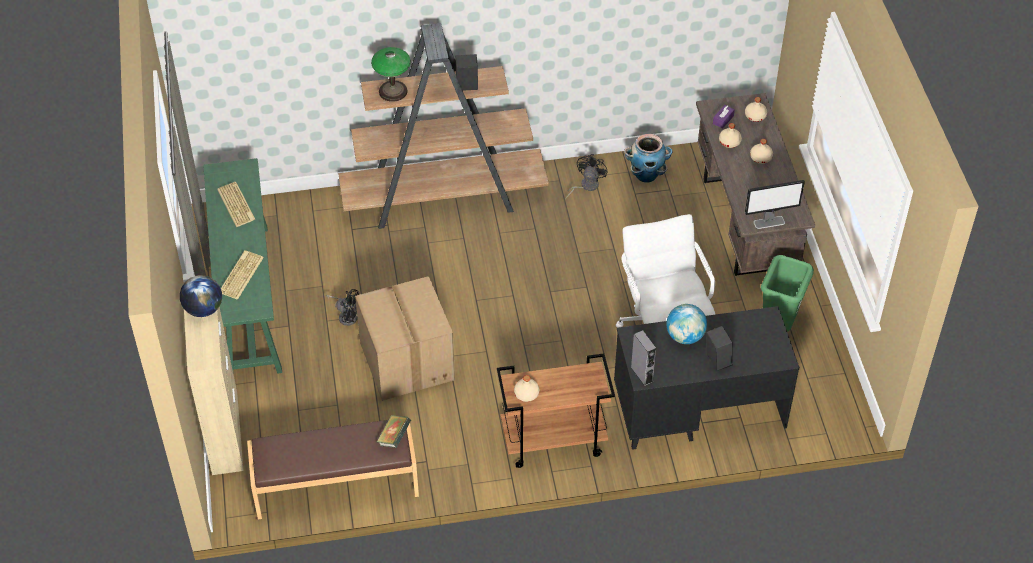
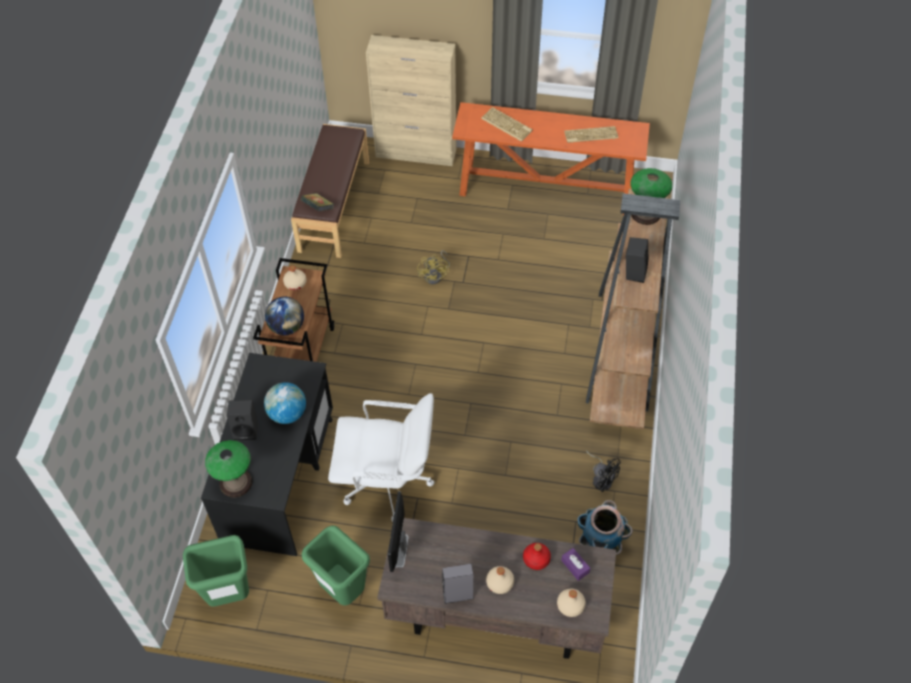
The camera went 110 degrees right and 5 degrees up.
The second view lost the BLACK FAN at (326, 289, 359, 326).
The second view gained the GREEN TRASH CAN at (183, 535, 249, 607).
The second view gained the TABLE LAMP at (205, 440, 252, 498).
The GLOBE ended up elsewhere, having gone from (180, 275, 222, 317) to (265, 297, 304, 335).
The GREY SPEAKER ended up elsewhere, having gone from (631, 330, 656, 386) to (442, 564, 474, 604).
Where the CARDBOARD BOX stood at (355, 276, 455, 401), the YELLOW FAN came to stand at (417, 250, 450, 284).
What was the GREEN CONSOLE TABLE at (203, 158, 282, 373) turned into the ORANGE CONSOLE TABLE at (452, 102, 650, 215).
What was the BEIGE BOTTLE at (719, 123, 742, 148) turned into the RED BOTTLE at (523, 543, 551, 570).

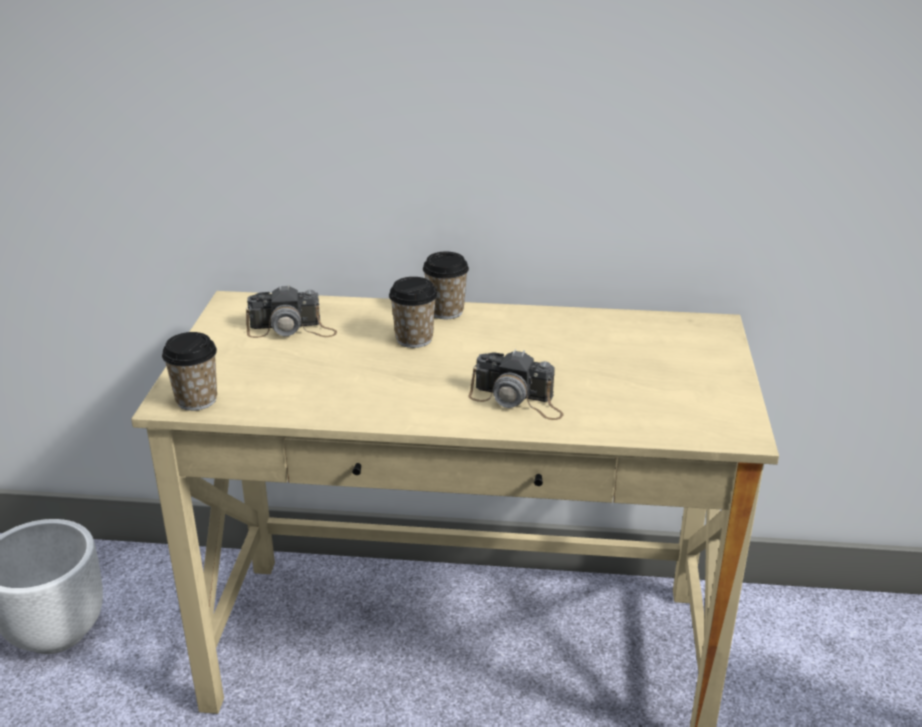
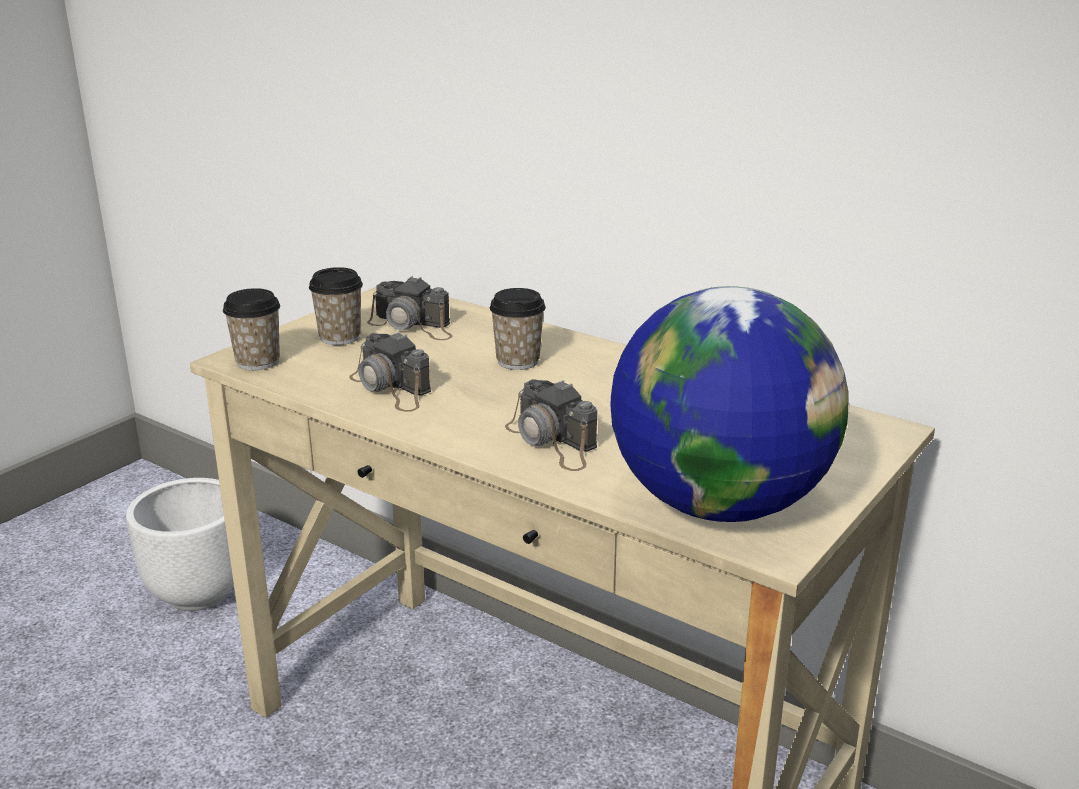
The camera went 30 degrees right and 5 degrees down.
The second view gained the PHOTO CAMERA at (349, 332, 431, 412).
The second view gained the GLOBE at (610, 286, 849, 522).
The CUP ended up elsewhere, having gone from (423, 252, 469, 319) to (309, 267, 363, 345).

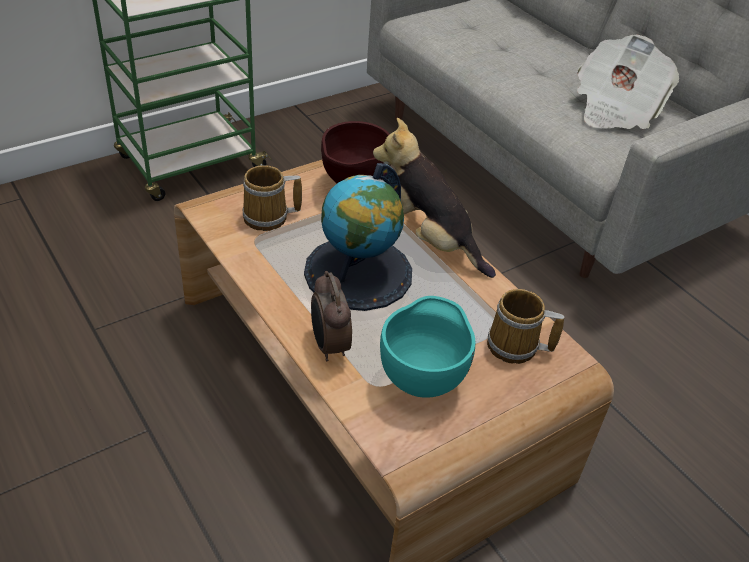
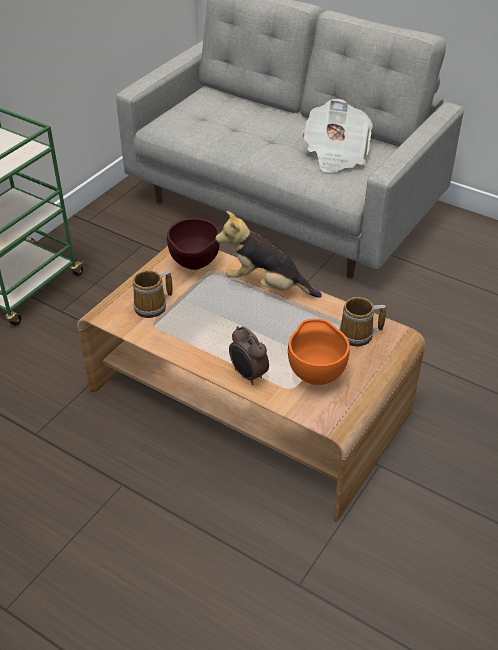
The camera went 20 degrees left and 0 degrees up.
The second view lost the GLOBE at (304, 163, 412, 311).
What was the TURQUOISE BOWL at (380, 296, 475, 398) turned into the ORANGE BOWL at (288, 319, 350, 385).

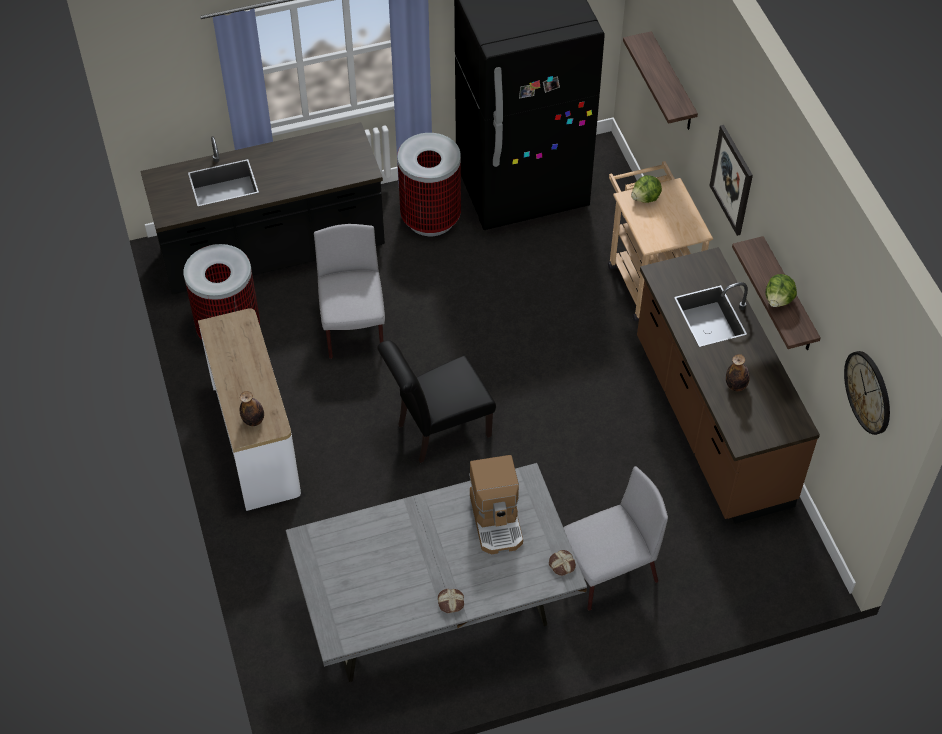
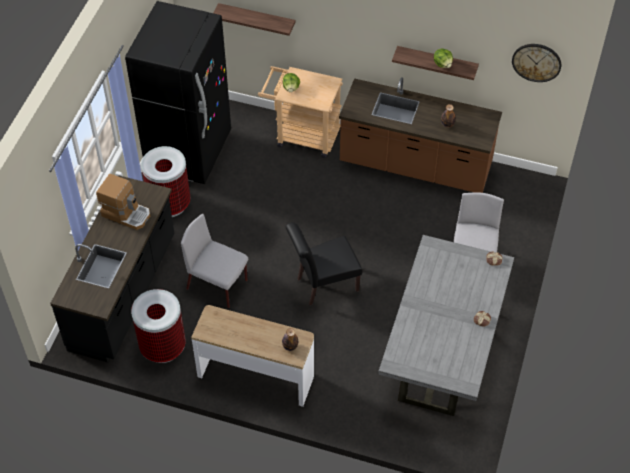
The camera went 55 degrees left and 0 degrees up.
The second view lost the PICTURE at (709, 125, 753, 236).
The COFFEE MACHINE ended up elsewhere, having gone from (469, 455, 523, 554) to (96, 174, 150, 230).
The BLACK CHAIR at (377, 340, 496, 463) ended up facing another way, 60 degrees clockwise from before.

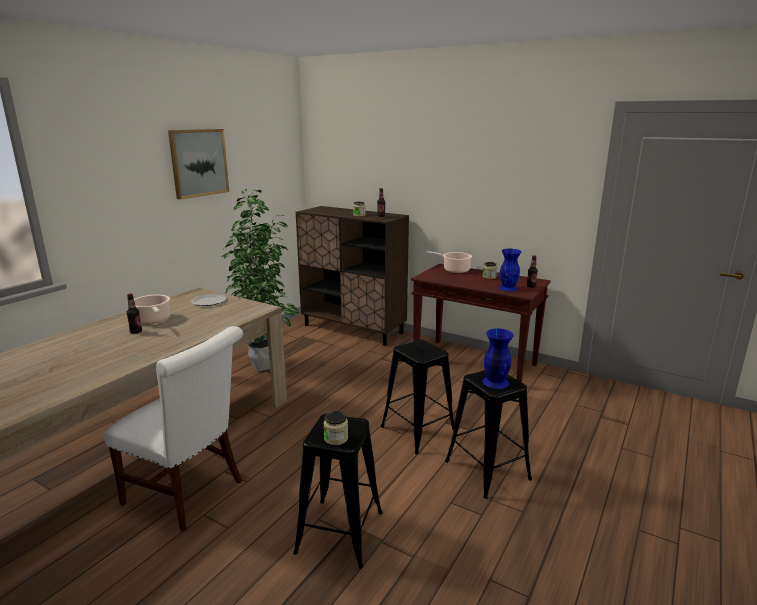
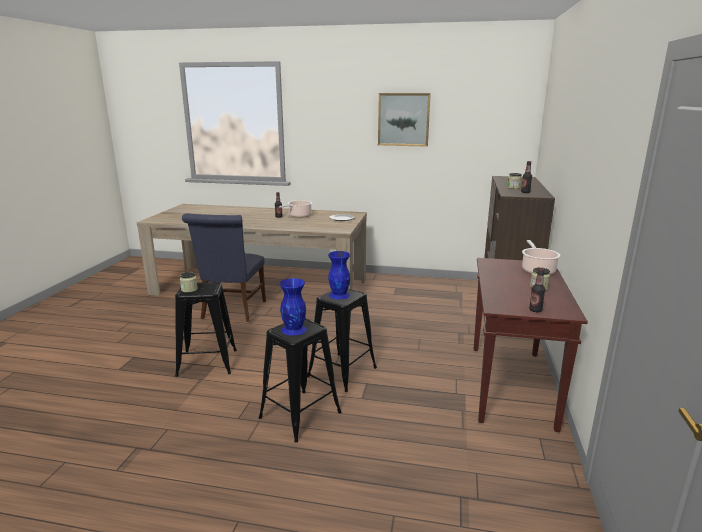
The camera went 70 degrees right and 0 degrees up.
The second view lost the POTTED PLANT at (222, 188, 299, 371).
The BLUE VASE ended up elsewhere, having gone from (499, 249, 521, 291) to (328, 251, 350, 300).
What was the WHITE CHAIR at (104, 326, 243, 532) turned into the BLUE CHAIR at (182, 213, 266, 322).

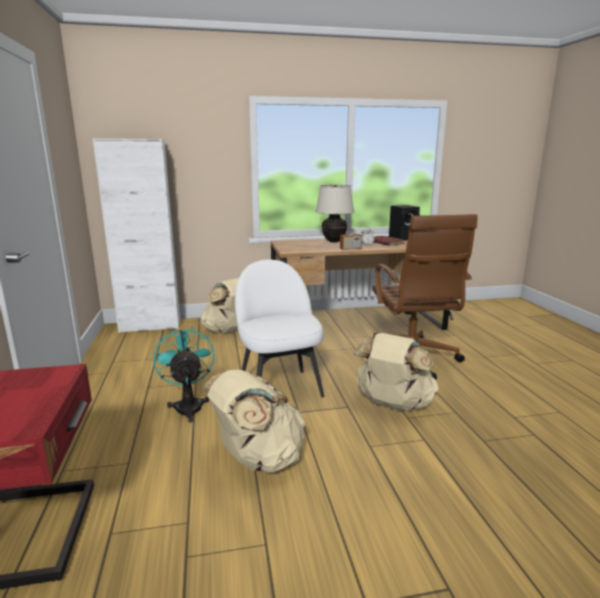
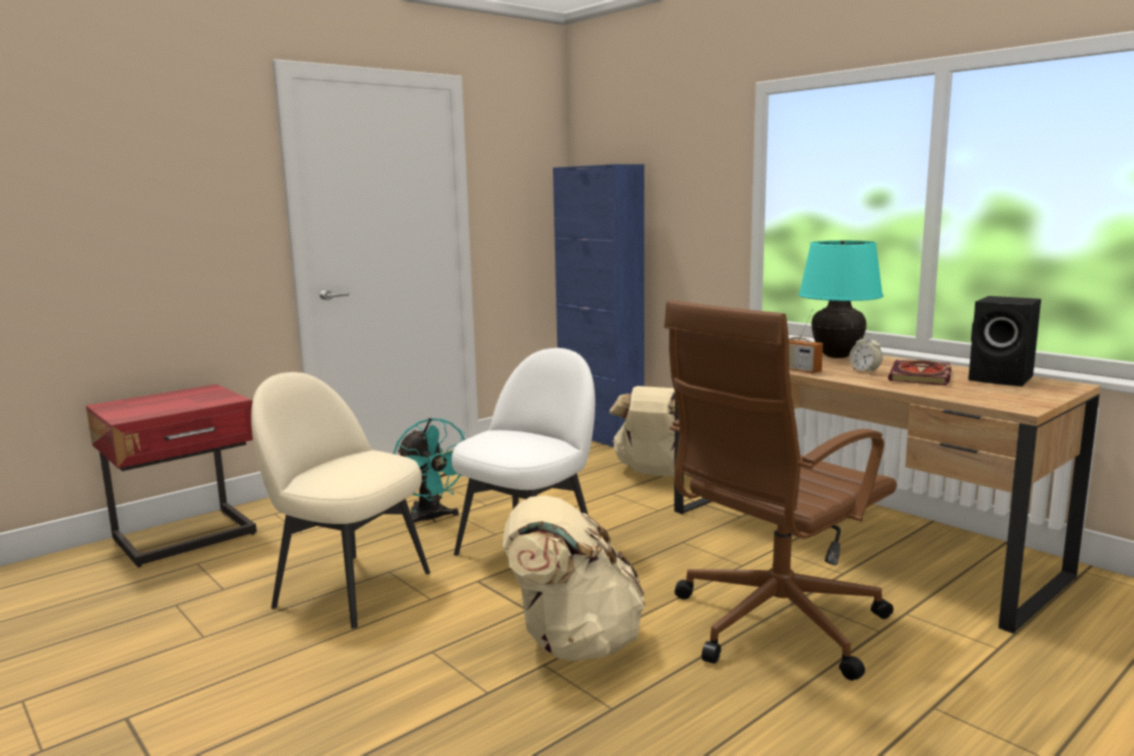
The camera went 60 degrees right and 5 degrees down.
Where the BEIGE BACKPACK stood at (203, 370, 306, 473), the BEIGE CHAIR came to stand at (251, 372, 430, 629).
What was the WHITE CABINET at (93, 139, 180, 333) turned into the BLUE CABINET at (553, 164, 644, 447).
What was the BEIGE TABLE LAMP at (315, 185, 354, 242) turned into the TURQUOISE TABLE LAMP at (798, 240, 883, 358).
The TURQUOISE FAN at (153, 327, 215, 423) ended up facing another way, 105 degrees clockwise from before.

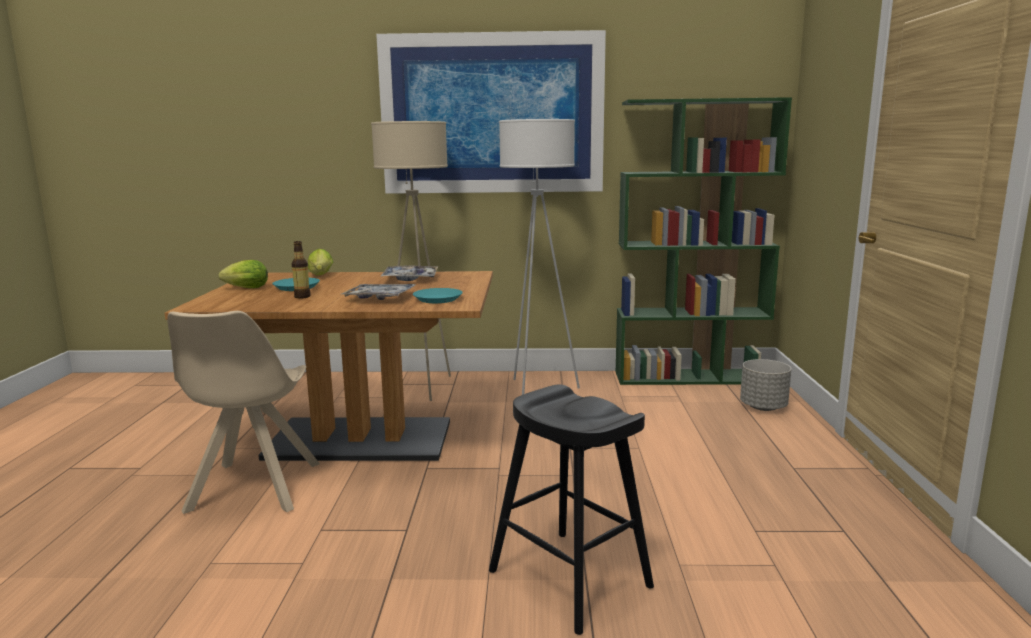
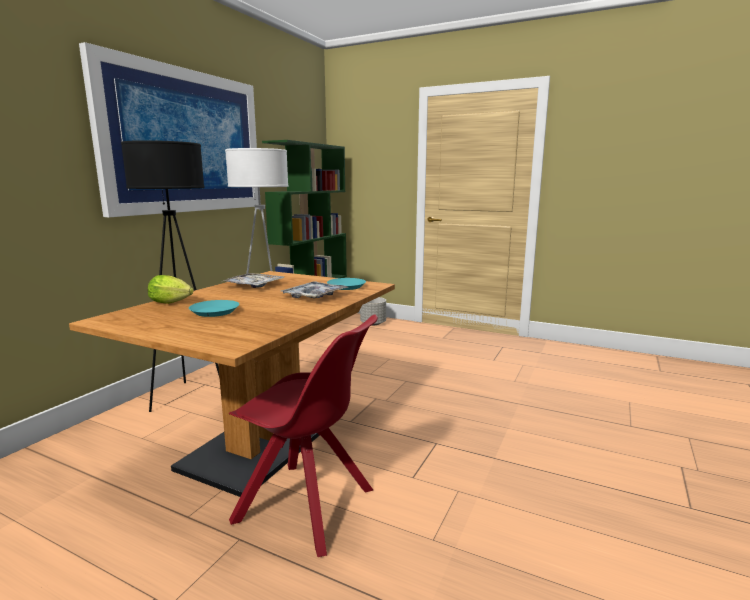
The camera went 65 degrees left and 0 degrees up.
The second view lost the LETTUCE at (219, 260, 268, 288).
The second view lost the BOTTLE at (292, 241, 311, 299).
The second view lost the BLACK STOOL at (489, 384, 654, 635).
What was the BEIGE CHAIR at (167, 311, 320, 514) turned into the RED CHAIR at (229, 315, 378, 557).
What was the BEIGE FLOOR LAMP at (371, 121, 451, 401) turned into the BLACK FLOOR LAMP at (121, 140, 219, 412).

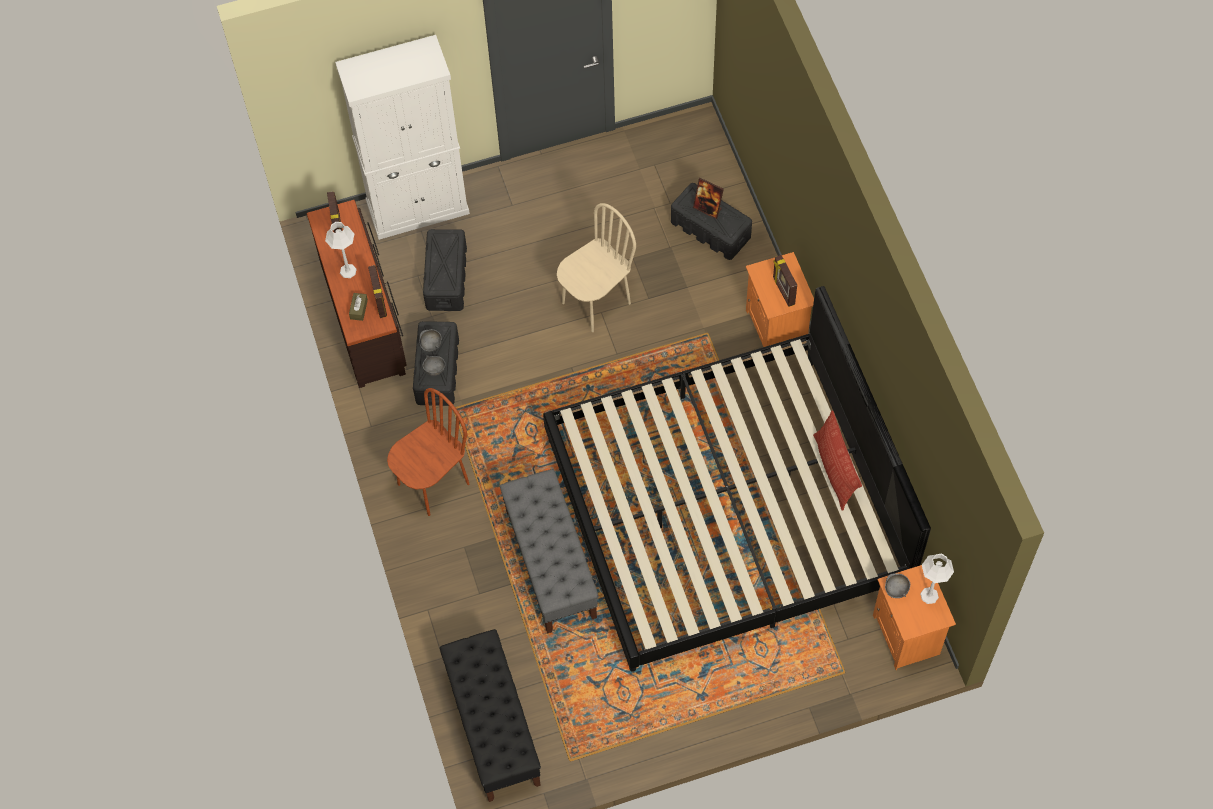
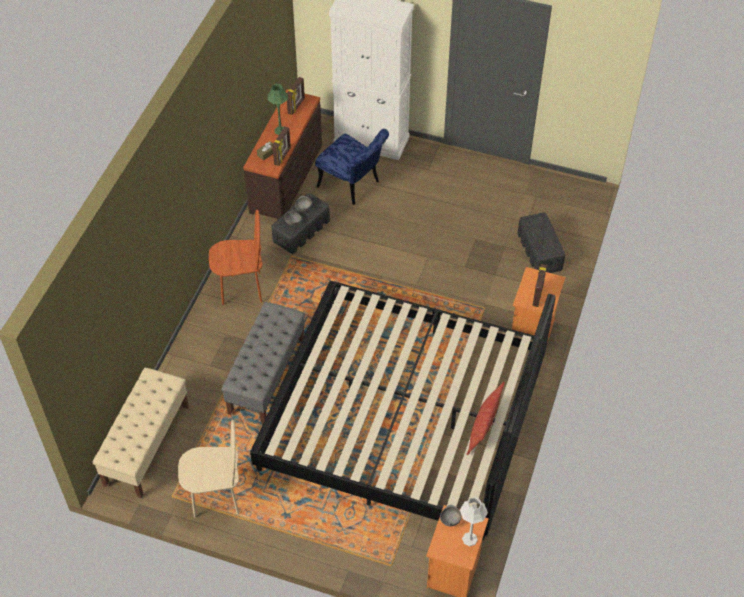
The camera went 35 degrees right and 10 degrees down.
The second view lost the PICTURE FRAME at (693, 178, 724, 219).
The BEIGE CHAIR ended up elsewhere, having gone from (557, 203, 636, 332) to (178, 420, 239, 517).
Where the BLACK STORAGE BOX stood at (423, 229, 467, 311), the BLUE CHAIR came to stand at (315, 129, 389, 205).
What was the WHITE TABLE LAMP at (325, 222, 357, 278) turned into the GREEN TABLE LAMP at (268, 84, 288, 135).
What was the BLACK BENCH at (440, 629, 541, 802) turned into the BEIGE BENCH at (92, 368, 189, 498).

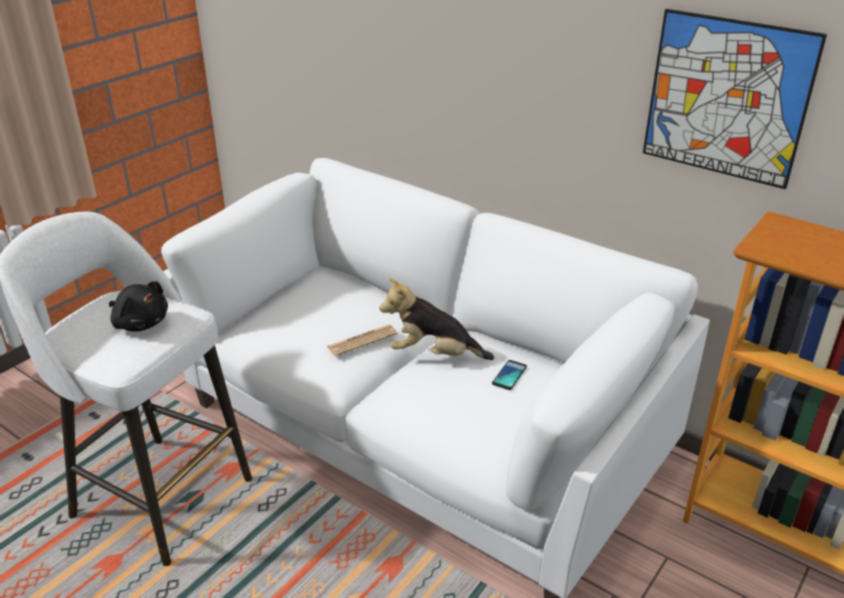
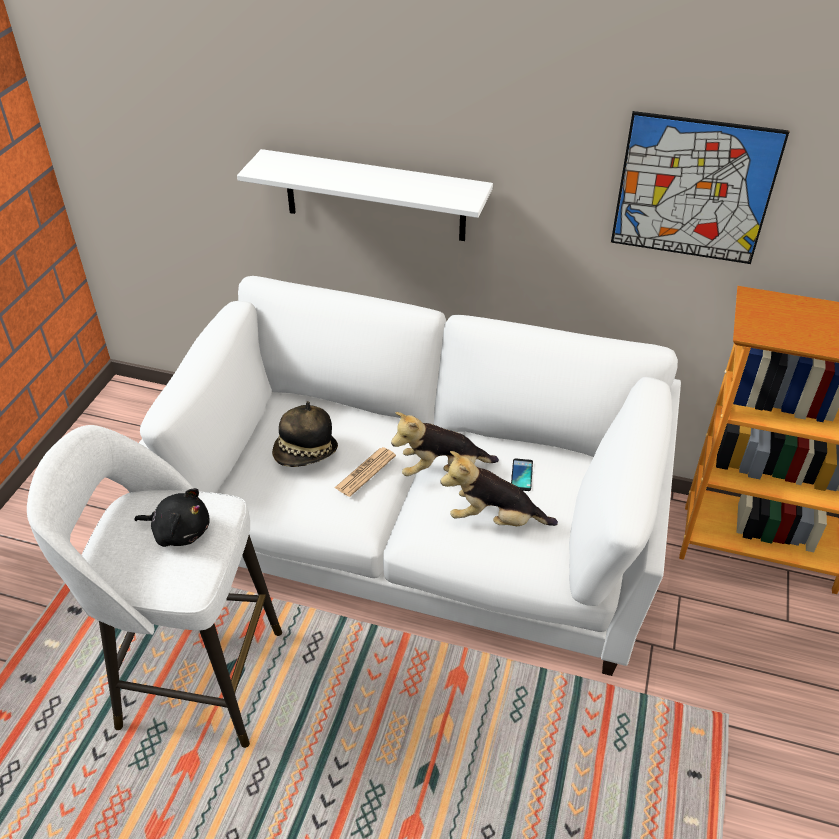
The camera went 20 degrees left and 10 degrees up.
The second view gained the WHITE SHELF at (237, 149, 493, 241).
The second view gained the HAT at (272, 401, 338, 467).
The second view gained the PLUSH TOY at (440, 451, 558, 526).

